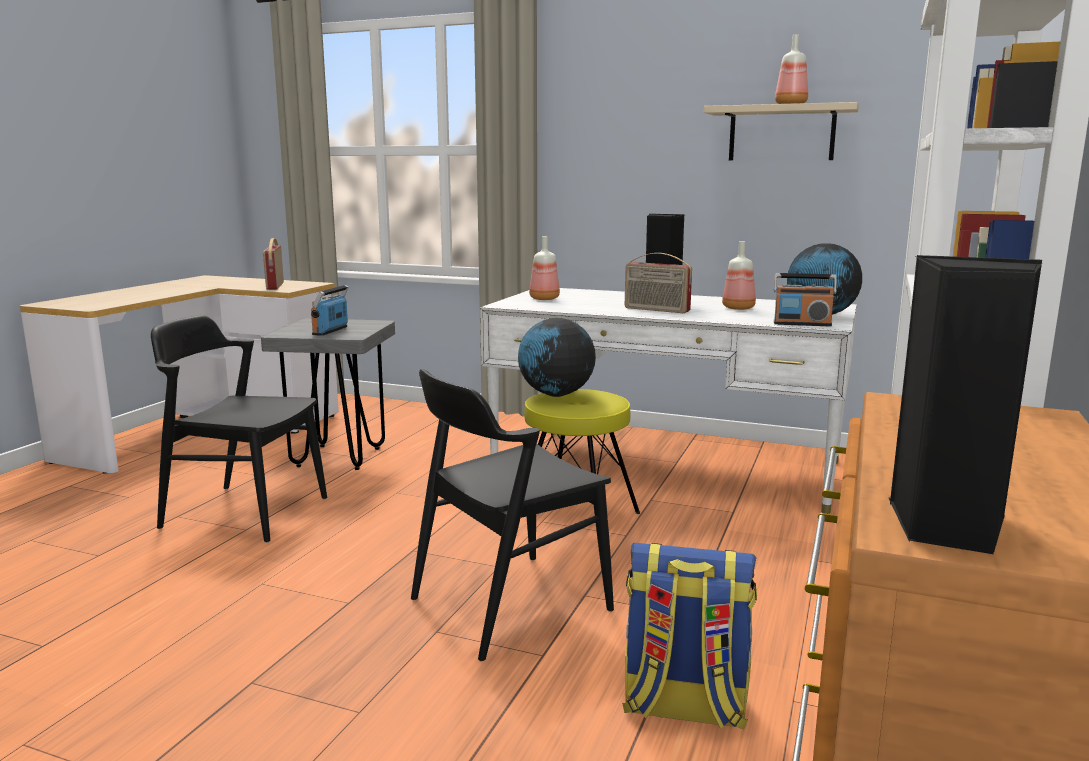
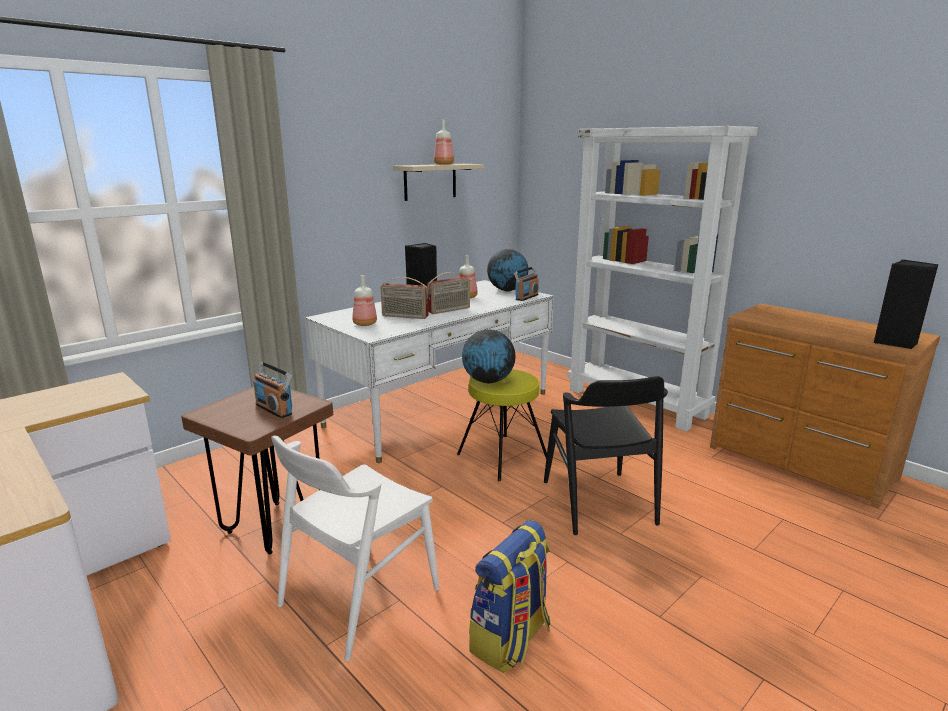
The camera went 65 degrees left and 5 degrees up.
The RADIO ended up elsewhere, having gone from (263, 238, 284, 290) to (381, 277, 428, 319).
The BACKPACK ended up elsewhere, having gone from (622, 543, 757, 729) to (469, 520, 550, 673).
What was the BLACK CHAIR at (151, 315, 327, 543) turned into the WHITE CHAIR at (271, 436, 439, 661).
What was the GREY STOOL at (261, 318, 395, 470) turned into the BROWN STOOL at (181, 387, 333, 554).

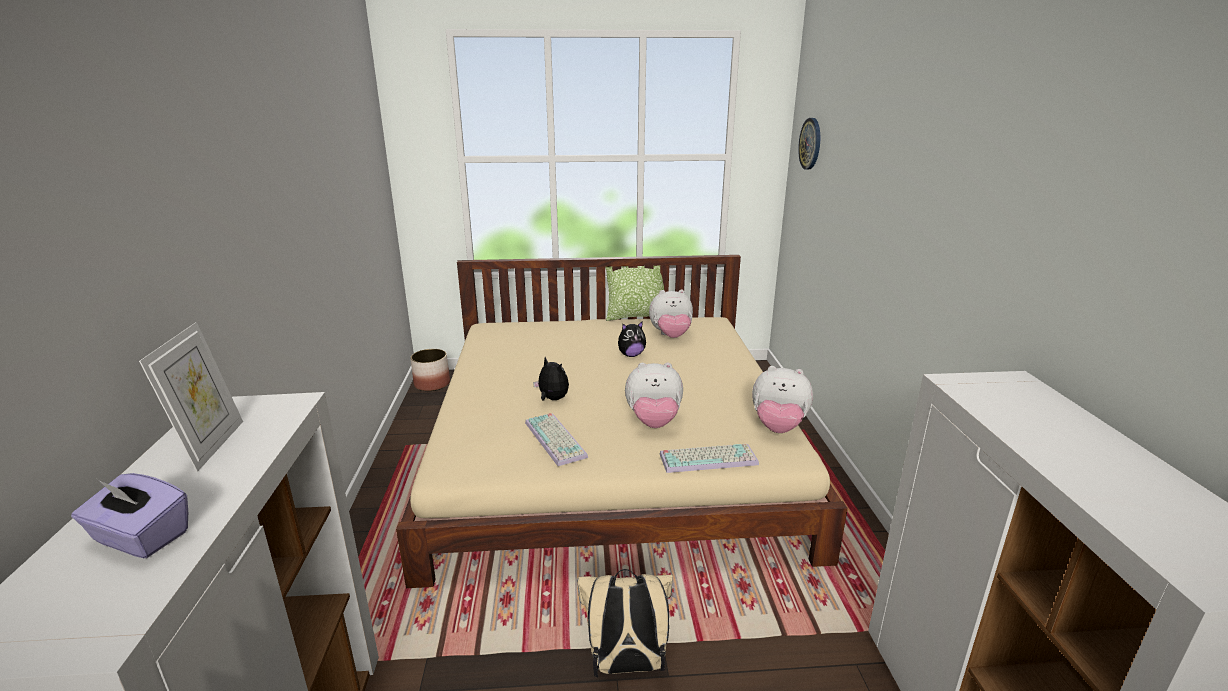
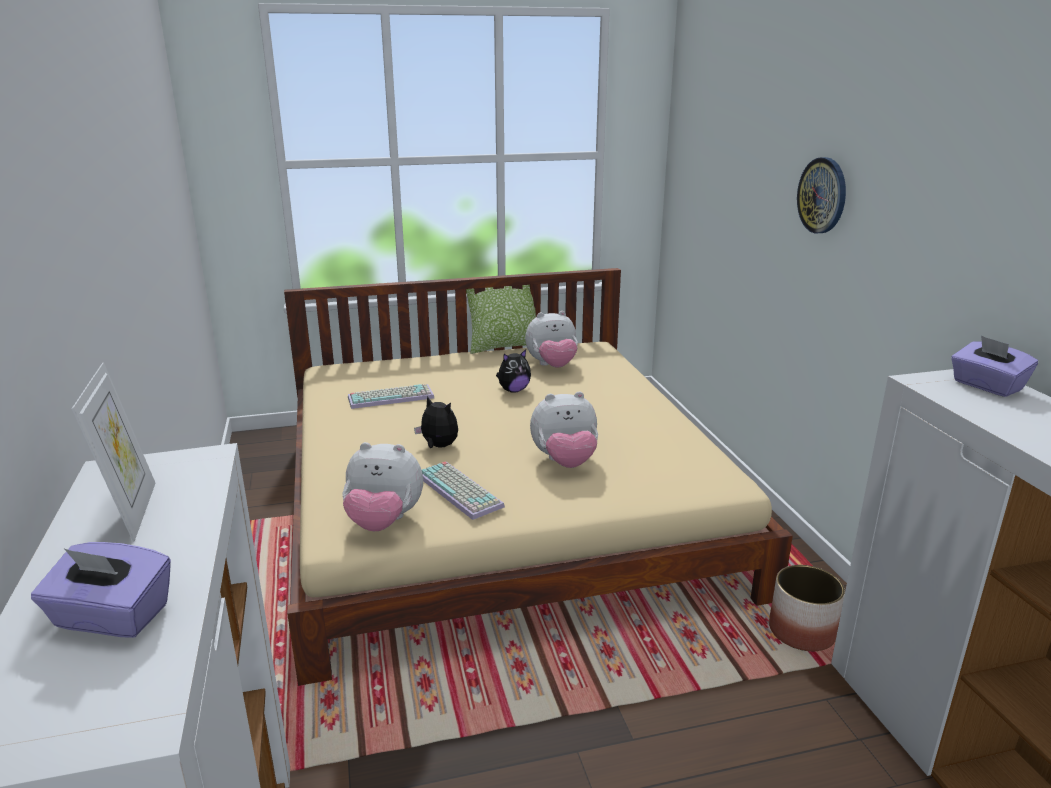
The camera went 10 degrees left and 0 degrees up.
The second view lost the BEIGE BACKPACK at (577, 569, 673, 677).
The second view gained the PURPLE TISSUE BOX at (951, 335, 1038, 397).
The PLANTER ended up elsewhere, having gone from (410, 349, 450, 391) to (769, 565, 845, 651).
The KEYBOARD ended up elsewhere, having gone from (660, 444, 759, 473) to (348, 384, 434, 409).
The PLUSH TOY ended up elsewhere, having gone from (752, 366, 813, 433) to (342, 442, 423, 531).
The WALL CLOCK ended up elsewhere, having gone from (798, 118, 820, 170) to (797, 157, 846, 233).

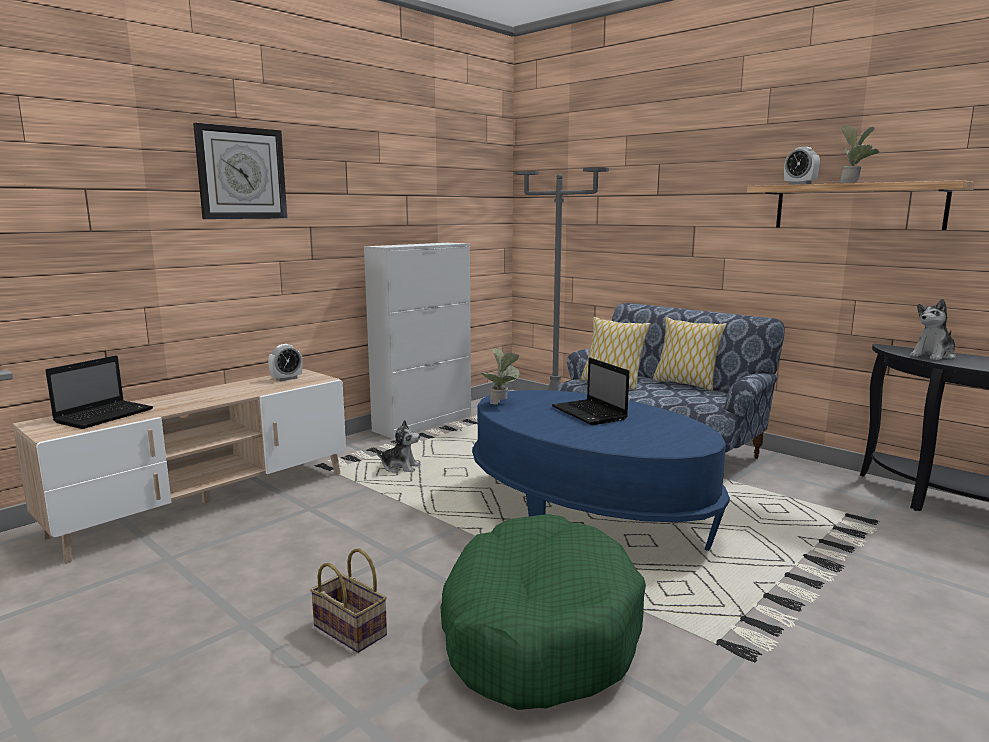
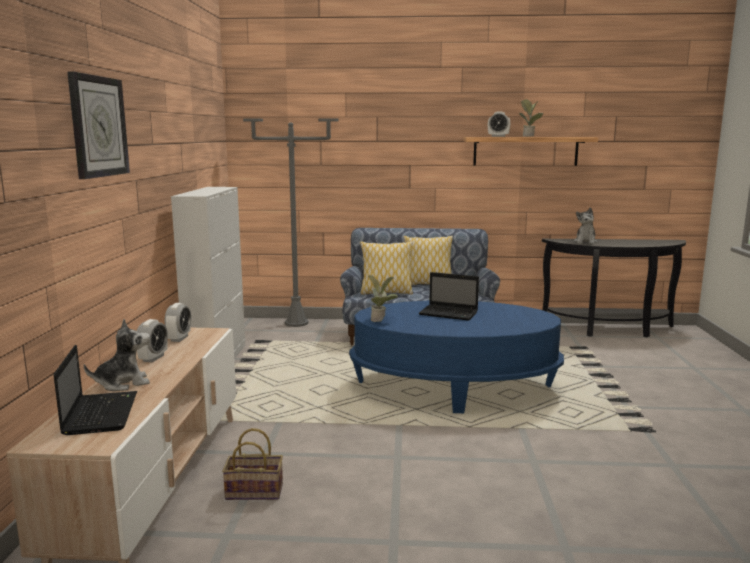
The camera went 40 degrees left and 0 degrees up.
The second view lost the GREEN DOG BED at (440, 514, 646, 710).
The second view gained the ALARM CLOCK at (137, 319, 168, 363).
The BASKET ended up elsewhere, having gone from (310, 548, 387, 653) to (222, 428, 283, 500).
The PLUSH TOY ended up elsewhere, having gone from (375, 420, 420, 473) to (83, 319, 150, 391).

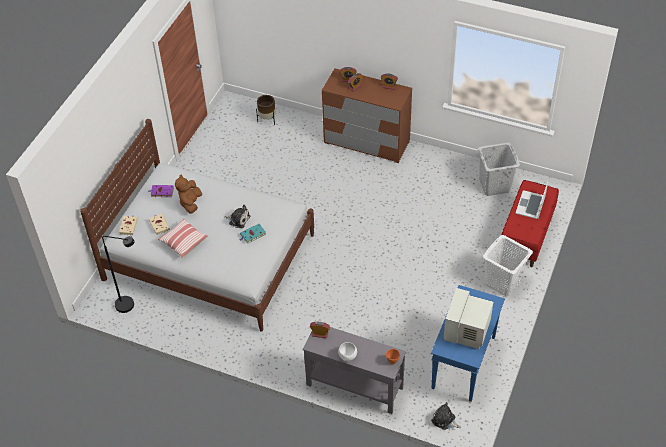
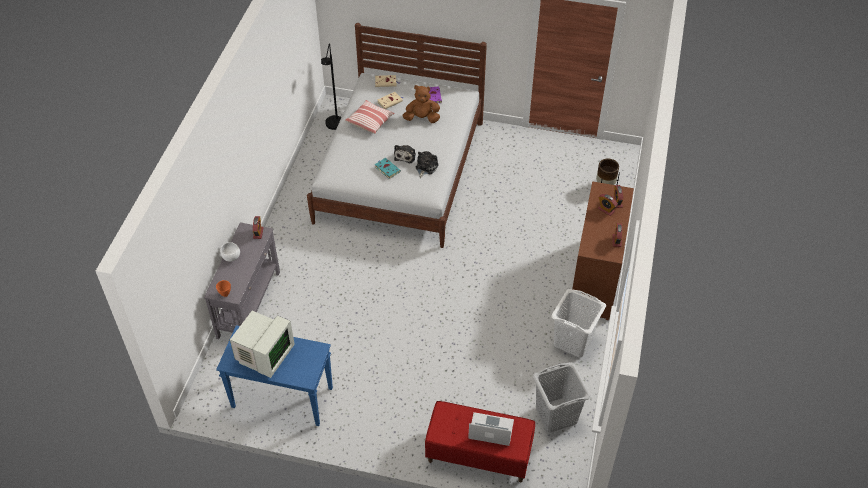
The camera went 80 degrees right and 0 degrees up.
The PLUSH TOY ended up elsewhere, having gone from (431, 402, 460, 430) to (415, 151, 439, 178).
The WHITE LAUNDRY BASKET ended up elsewhere, having gone from (483, 235, 533, 296) to (551, 289, 606, 357).
The MONITOR at (443, 288, 493, 349) ended up facing another way, 105 degrees clockwise from before.

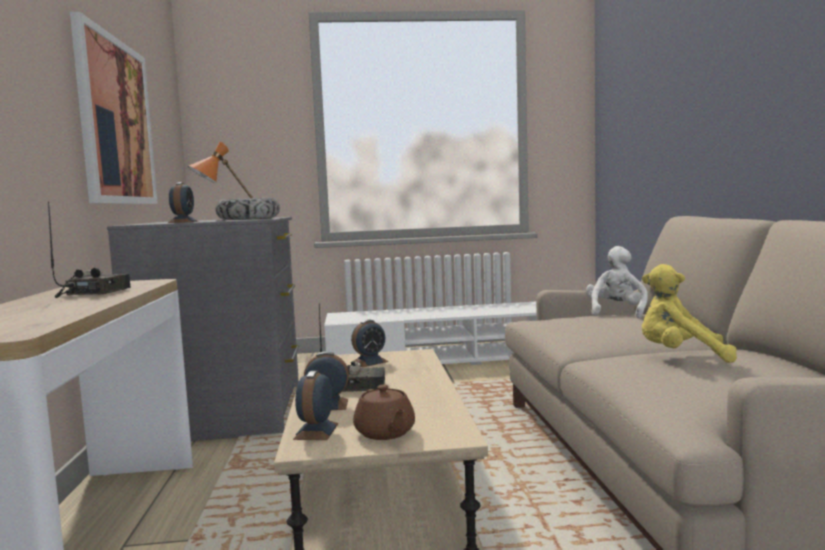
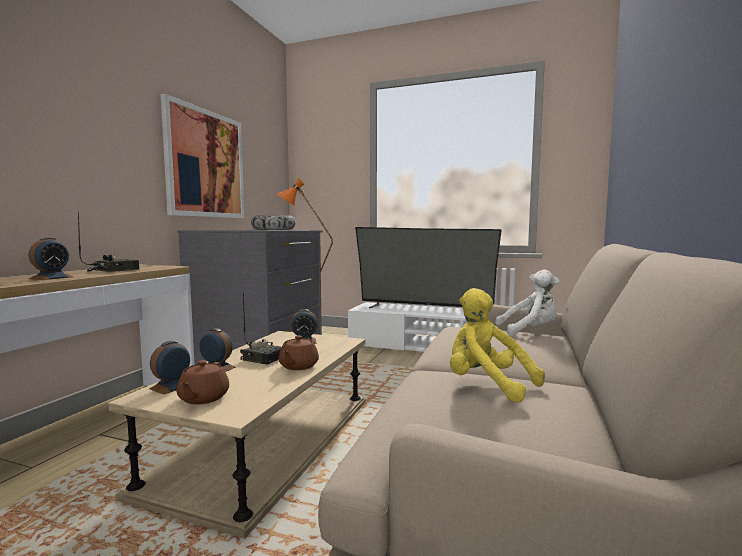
The camera went 25 degrees right and 0 degrees up.
The second view gained the BROWN TEAPOT at (279, 335, 319, 370).
The second view gained the TELEVISION at (355, 227, 502, 308).
The ALARM CLOCK ended up elsewhere, having gone from (168, 182, 198, 223) to (29, 238, 73, 280).
The WHITE PLUSH TOY at (586, 246, 648, 318) ended up facing another way, 45 degrees clockwise from before.

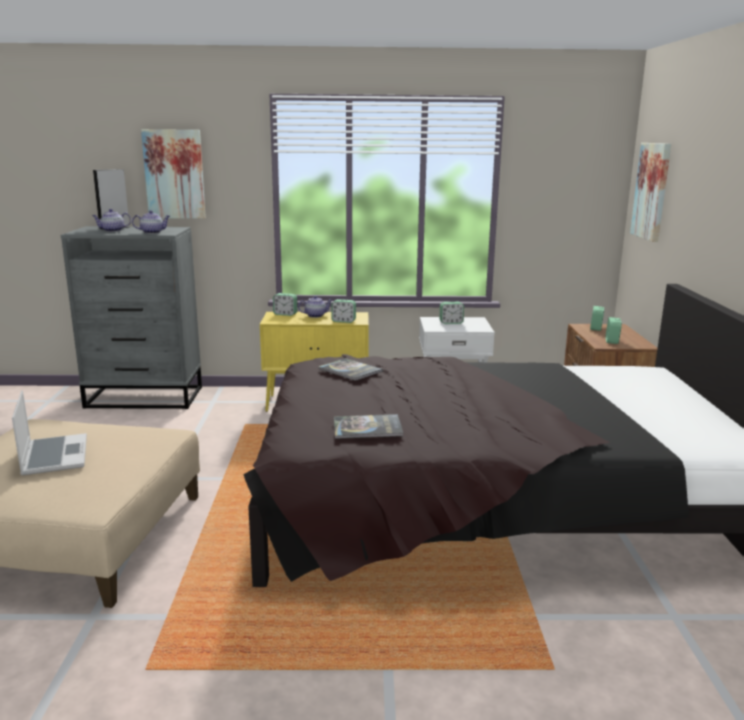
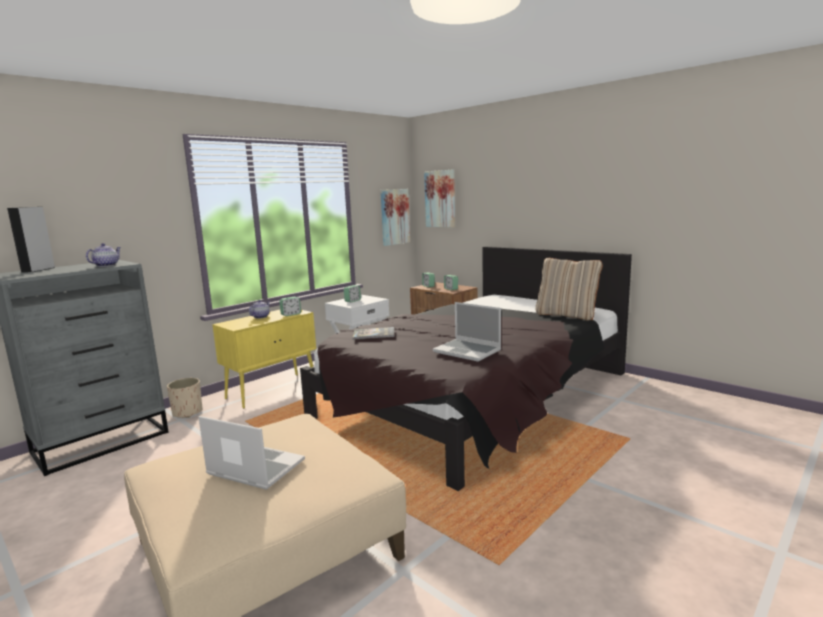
The camera went 45 degrees left and 5 degrees down.
The second view lost the TEAPOT at (92, 209, 131, 232).
The second view lost the ALARM CLOCK at (273, 293, 297, 316).
The second view gained the BEIGE PLANTER at (167, 378, 202, 418).
The second view gained the BEIGE PILLOW at (536, 258, 603, 321).
The PICTURE ended up elsewhere, having gone from (141, 129, 206, 219) to (380, 189, 410, 246).
Where the BOOK stood at (334, 414, 403, 439), the LAPTOP came to stand at (433, 302, 501, 362).

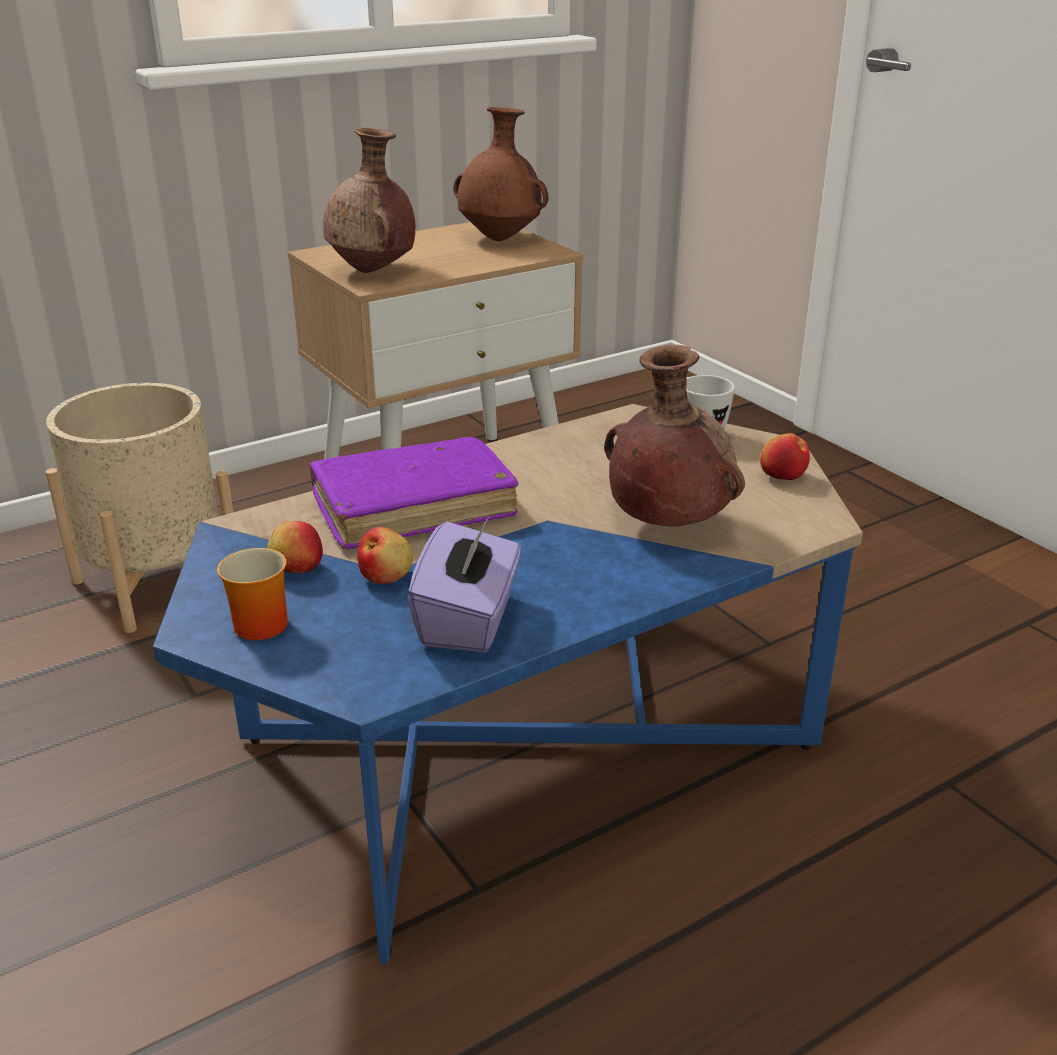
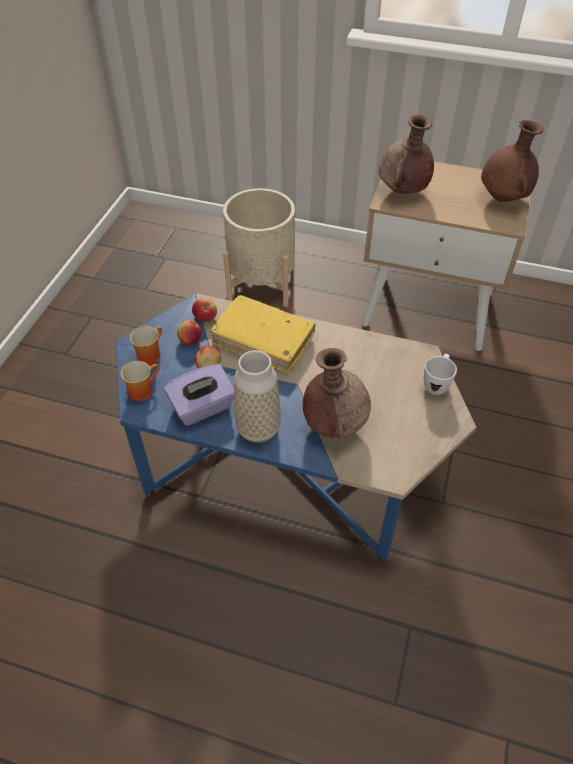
The camera went 50 degrees right and 20 degrees up.
The second view gained the MUG at (120, 361, 159, 401).
The second view gained the VASE at (234, 350, 281, 443).
The APPLE ended up elsewhere, having gone from (760, 433, 810, 480) to (192, 298, 217, 322).
What was the PURPLE BOOK at (309, 437, 519, 549) turned into the YELLOW BOOK at (211, 295, 315, 373).

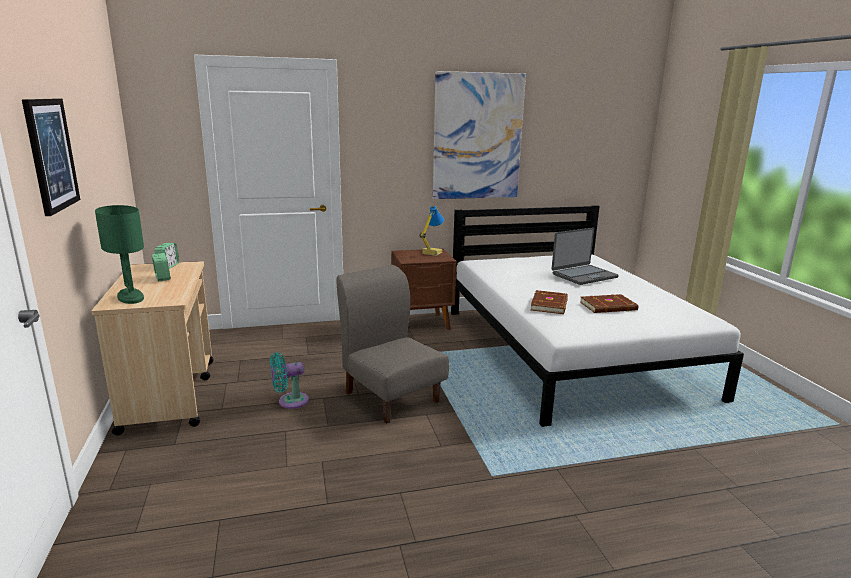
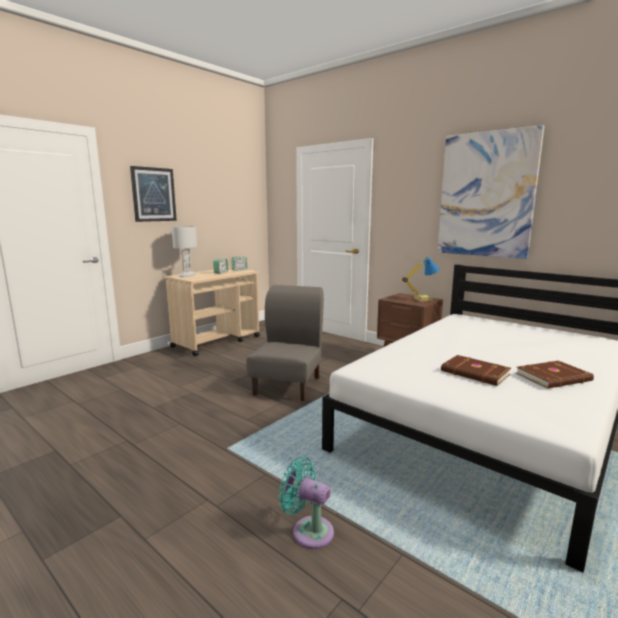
The camera went 55 degrees right and 5 degrees down.
The second view lost the LAPTOP at (552, 227, 619, 285).
The TURQUOISE FAN ended up elsewhere, having gone from (270, 352, 309, 409) to (279, 457, 334, 549).
The BROWN BOOK ended up elsewhere, having gone from (531, 290, 568, 314) to (516, 361, 594, 388).
What was the GREEN TABLE LAMP at (95, 205, 144, 304) turned into the WHITE TABLE LAMP at (172, 226, 197, 277).

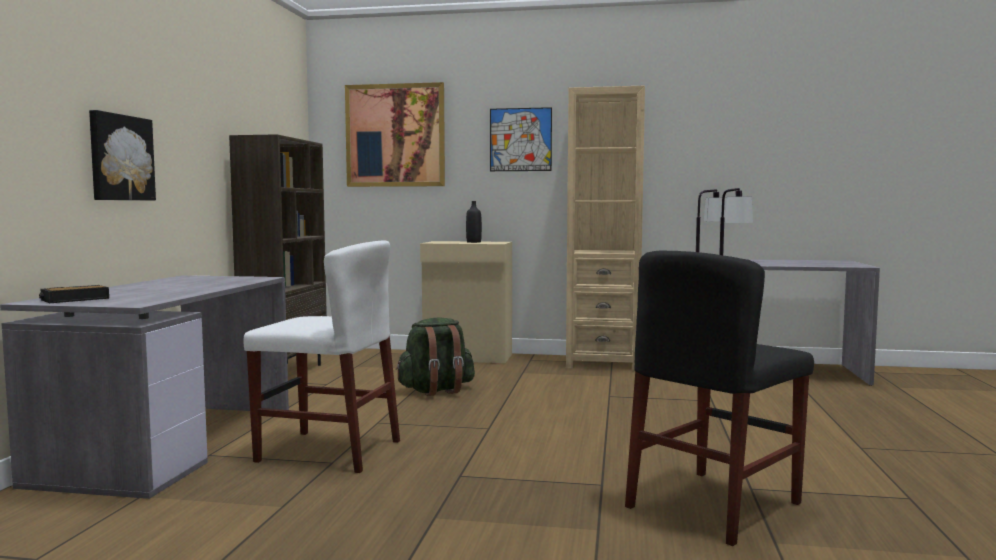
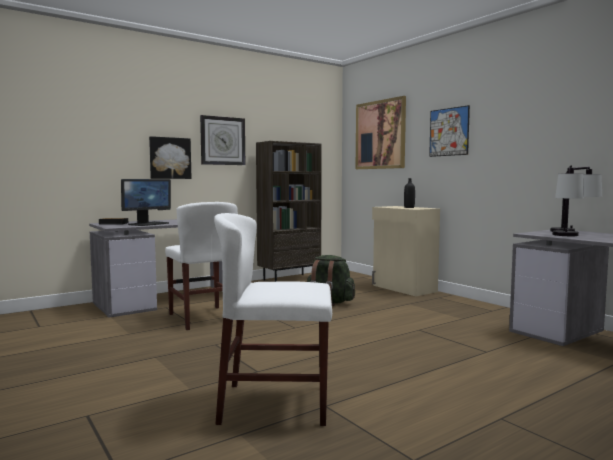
The camera went 45 degrees right and 0 degrees up.
The second view lost the BEIGE BOOKCASE at (566, 86, 645, 371).
The second view gained the MONITOR at (121, 179, 171, 226).
The second view gained the WALL CLOCK at (200, 115, 245, 165).
What was the BLACK CHAIR at (625, 250, 814, 546) turned into the WHITE CHAIR at (214, 213, 332, 426).

